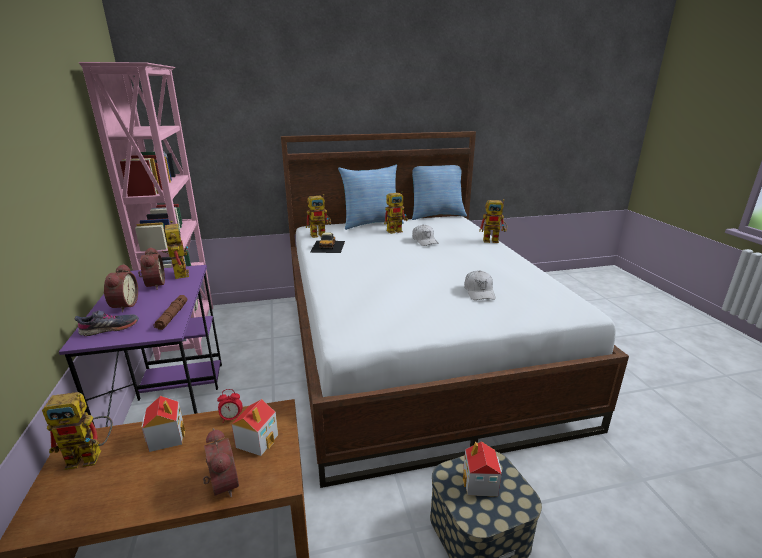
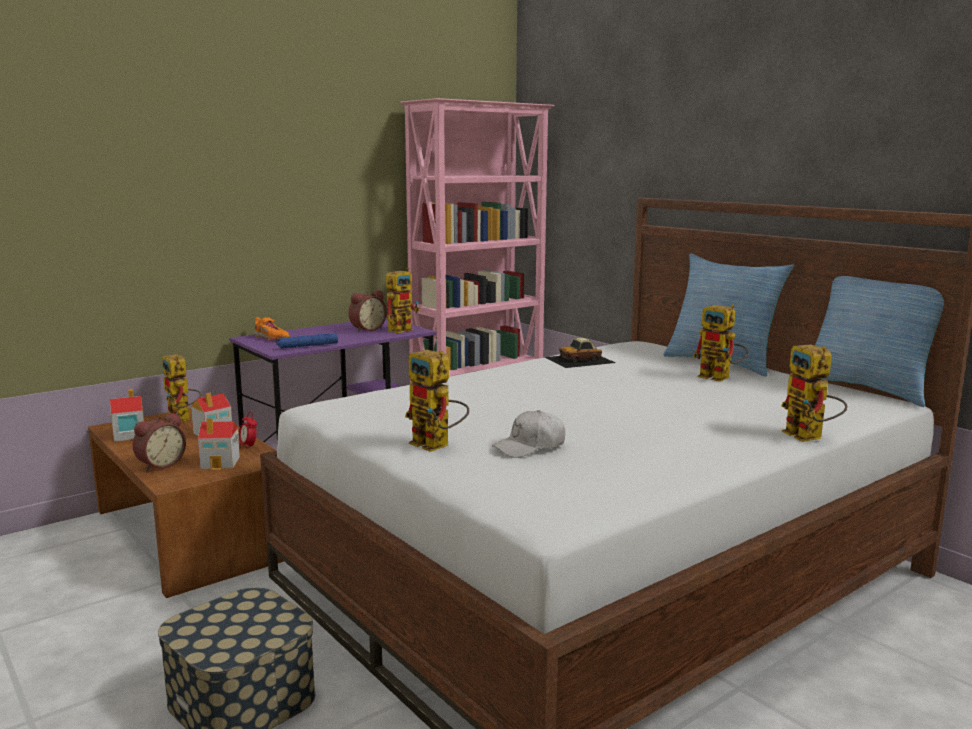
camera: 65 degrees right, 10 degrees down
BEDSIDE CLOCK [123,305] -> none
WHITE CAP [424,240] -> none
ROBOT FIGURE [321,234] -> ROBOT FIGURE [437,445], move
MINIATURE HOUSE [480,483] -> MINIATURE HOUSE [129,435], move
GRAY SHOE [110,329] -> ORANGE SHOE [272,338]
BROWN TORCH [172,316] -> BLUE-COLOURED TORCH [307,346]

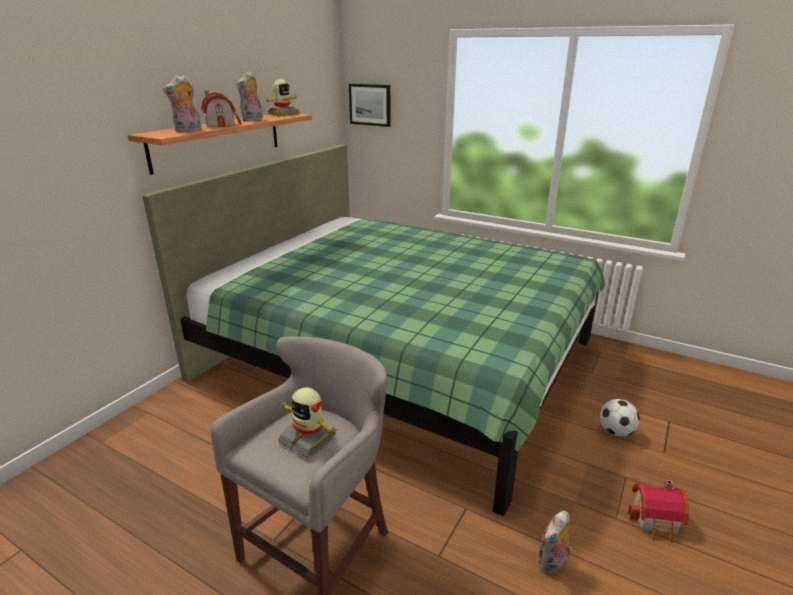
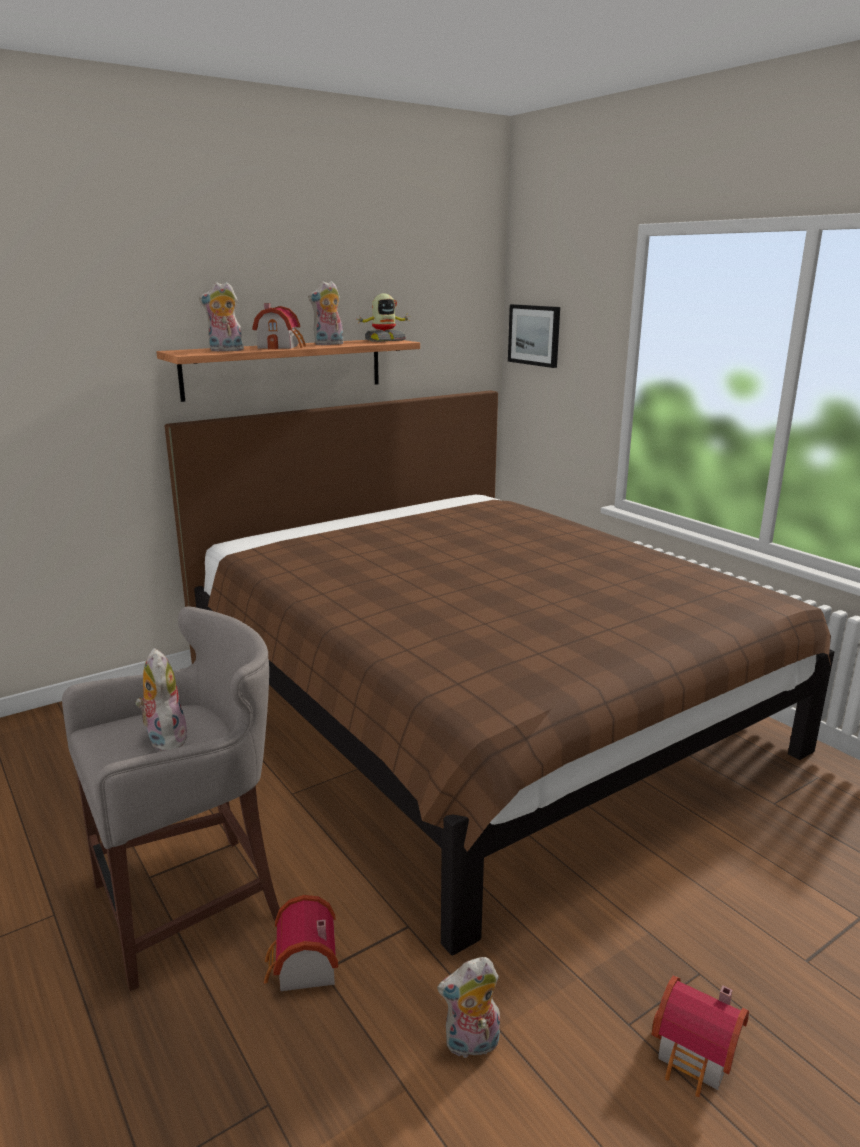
camera: 25 degrees right, 5 degrees down
BALL FOR FOOTBALL [616,432] -> none
none -> MINIATURE HOUSE [302,968]
ROBOT FIGURE [308,439] -> SOFT TOY [164,738]
GREEN-COLOURED BED [400,359] -> BROWN BED [475,709]

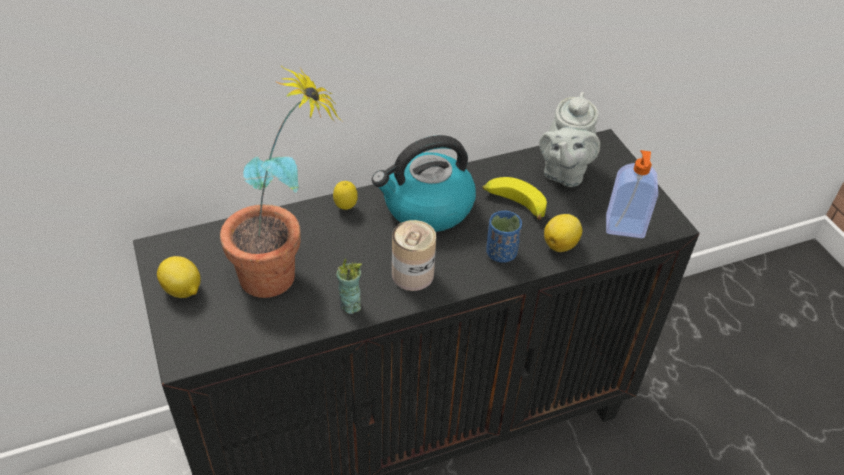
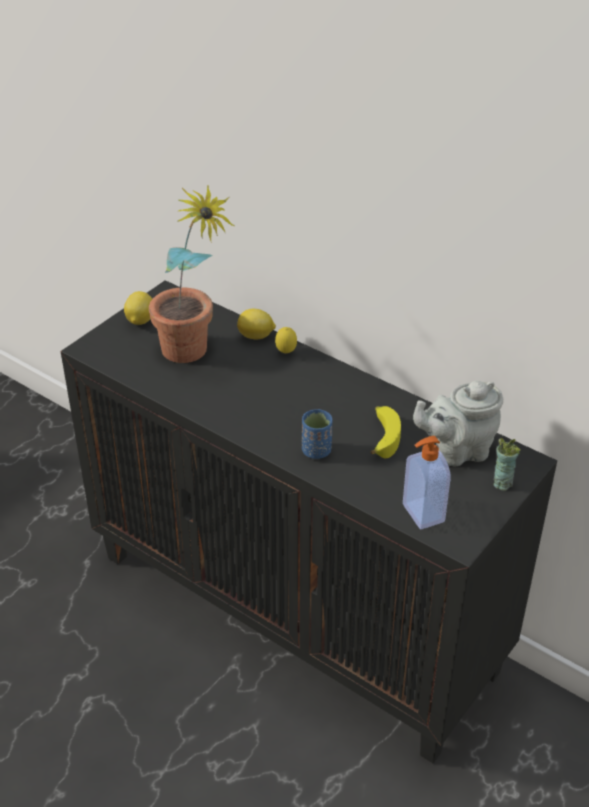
camera: 60 degrees right, 5 degrees down
WATER KETTLE [426,208] -> none
SEALED CAN [412,274] -> none
SMALL CUP [350,305] -> SMALL CUP [502,483], move
CITRUS FRUIT [561,244] -> CITRUS FRUIT [256,336], move

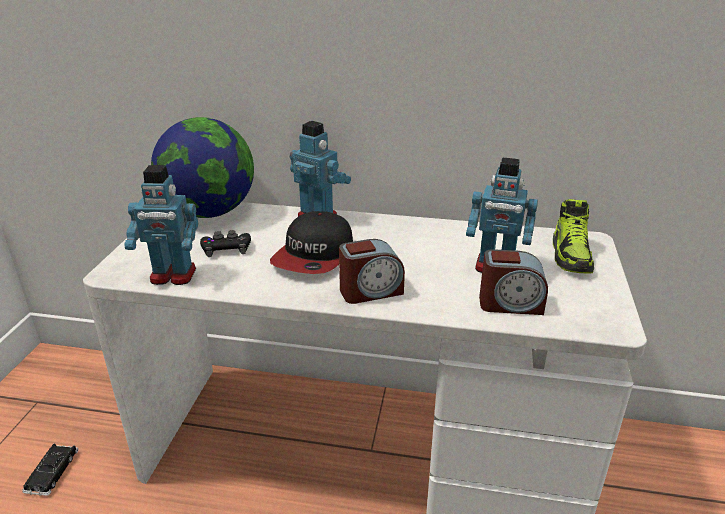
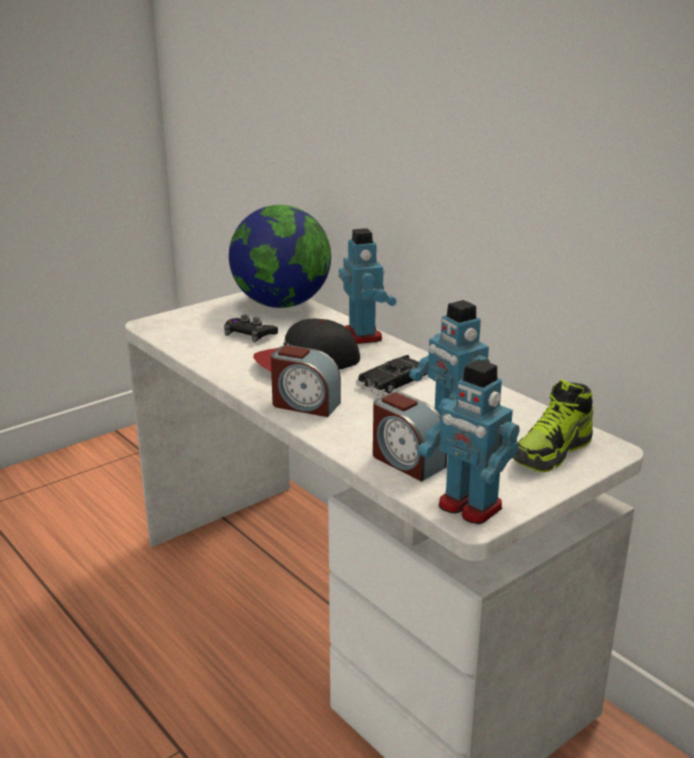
camera: 40 degrees right, 5 degrees down
BLACK-COLOURED TOY CAR [52,472] -> BLACK-COLOURED TOY CAR [394,381], move
ROBOT FIGURE [173,276] -> ROBOT FIGURE [469,507], move

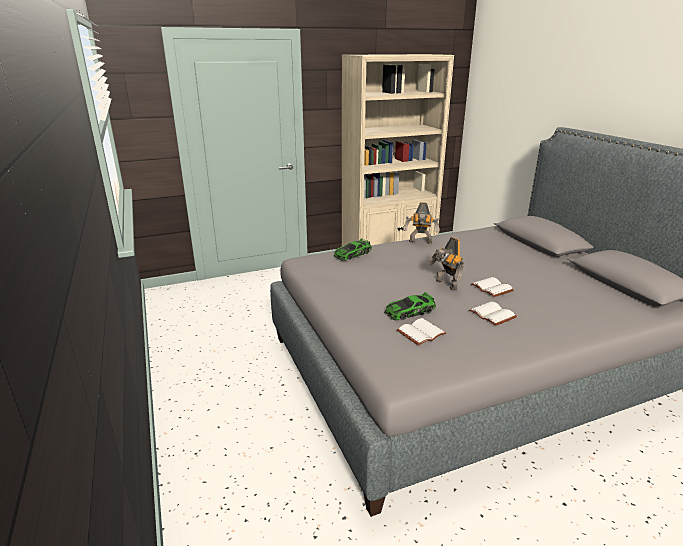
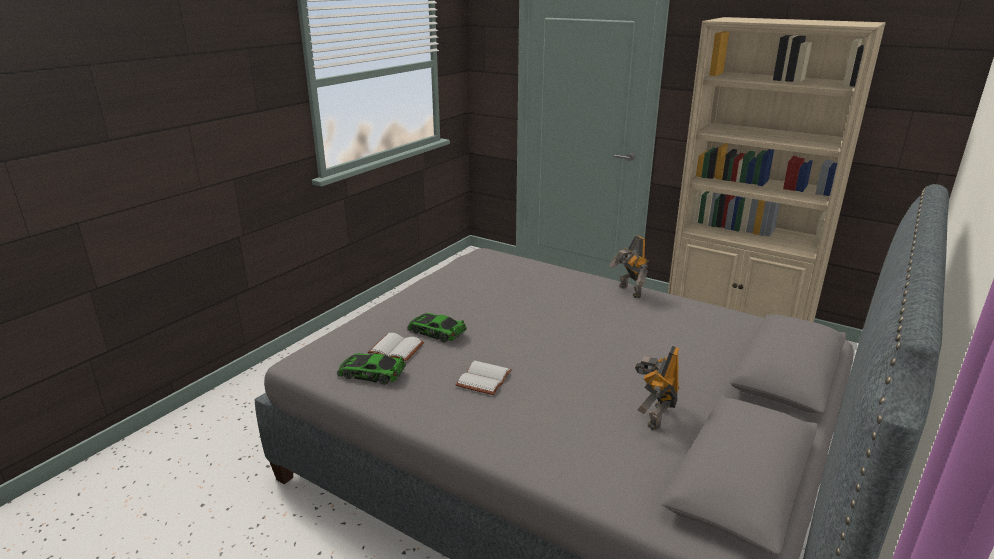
camera: 55 degrees right, 0 degrees up
WHITE BOUND BOOK [490,288] -> none
TOY CAR [352,254] -> TOY CAR [371,373], move
ROBOT FIGURE [445,285] -> ROBOT FIGURE [654,416], move

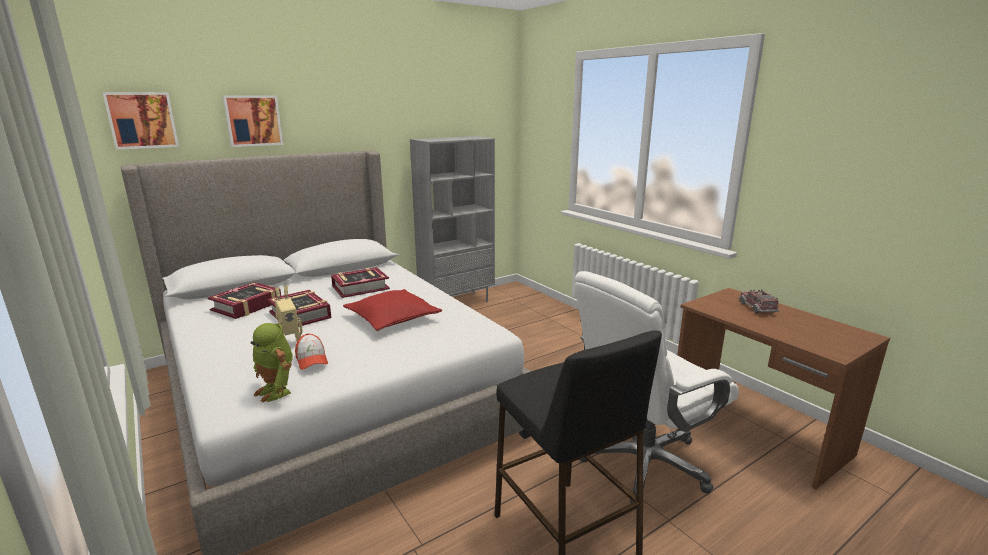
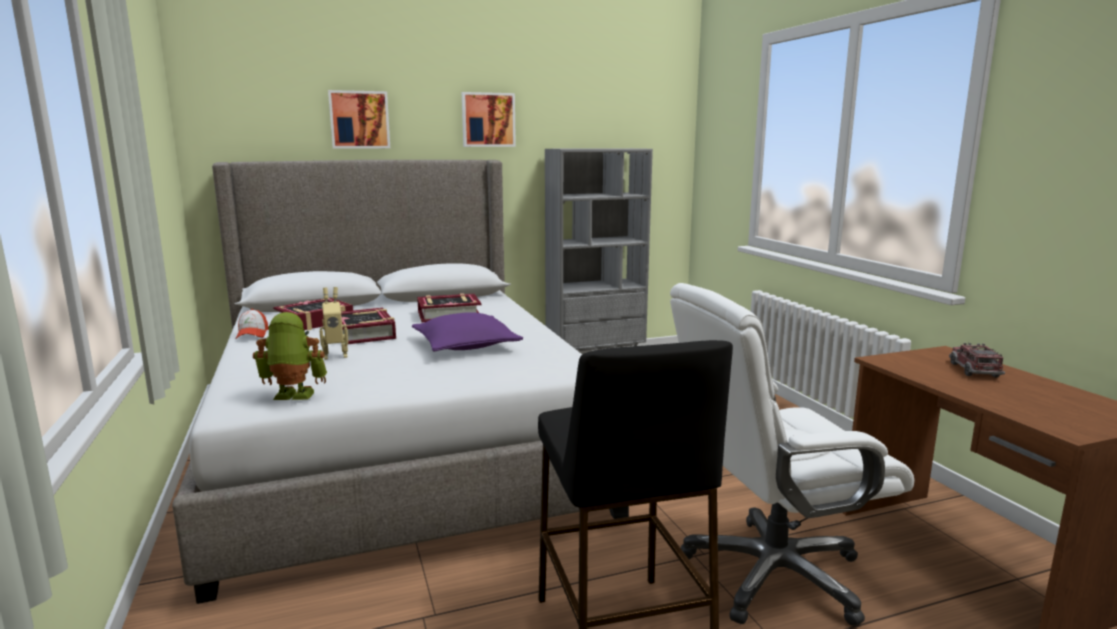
camera: 15 degrees right, 5 degrees down
WALL ART [142,120] -> WALL ART [488,120], move
CAP [311,360] -> CAP [252,334], move
REDDISH THROW PILLOW [393,318] -> PURPLE THROW PILLOW [466,346]
ROBOT FIGURE [277,391] -> ROBOT FIGURE [292,396], 120 degrees clockwise

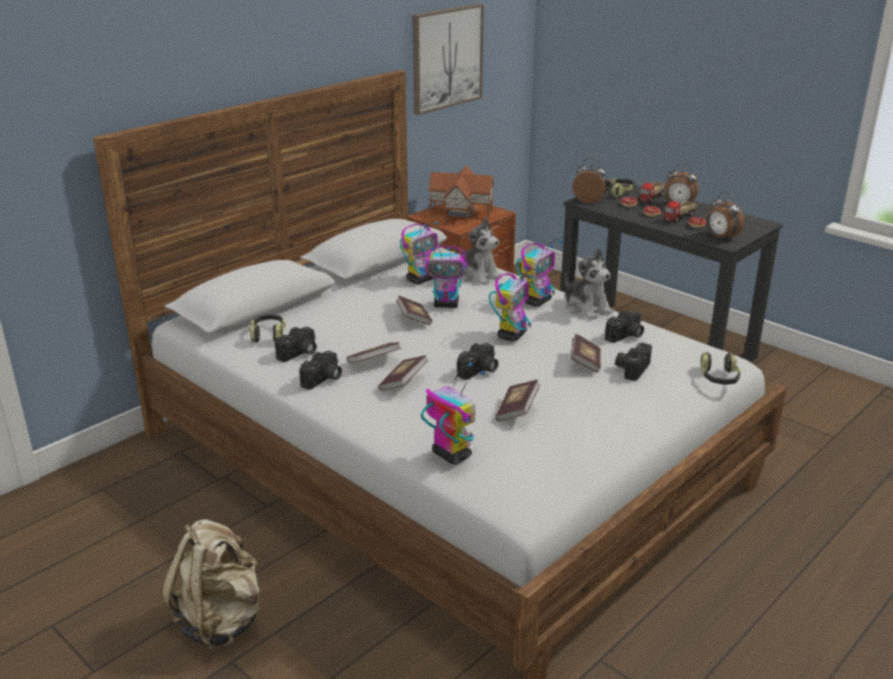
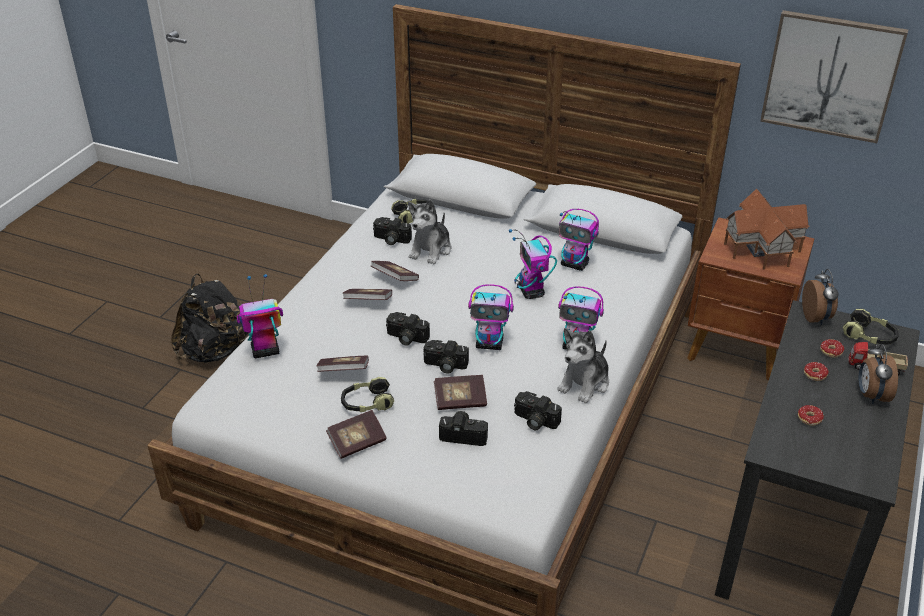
camera: 70 degrees right, 10 degrees up
MODEL TRUCK [679,218] -> none
BEDSIDE CLOCK [721,237] -> none
PHOTO CAMERA [323,380] -> PHOTO CAMERA [444,365], move
BOUND BOOK [414,319] -> BOUND BOOK [357,442], move
SOFT TOY [477,275] -> SOFT TOY [431,250], move
HEADPHONES [719,378] -> HEADPHONES [367,403], move
BEIGE KNAPSACK [221,621] -> BLACK-COLOURED KNAPSACK [215,351]
ROBOT FIGURE [451,455] -> ROBOT FIGURE [264,351], 135 degrees counterclockwise

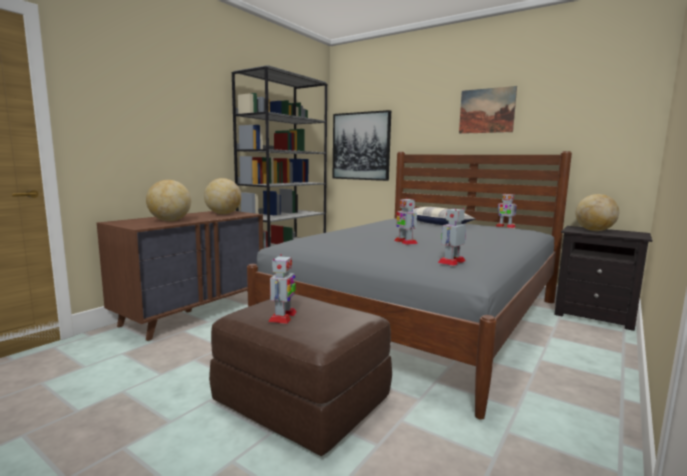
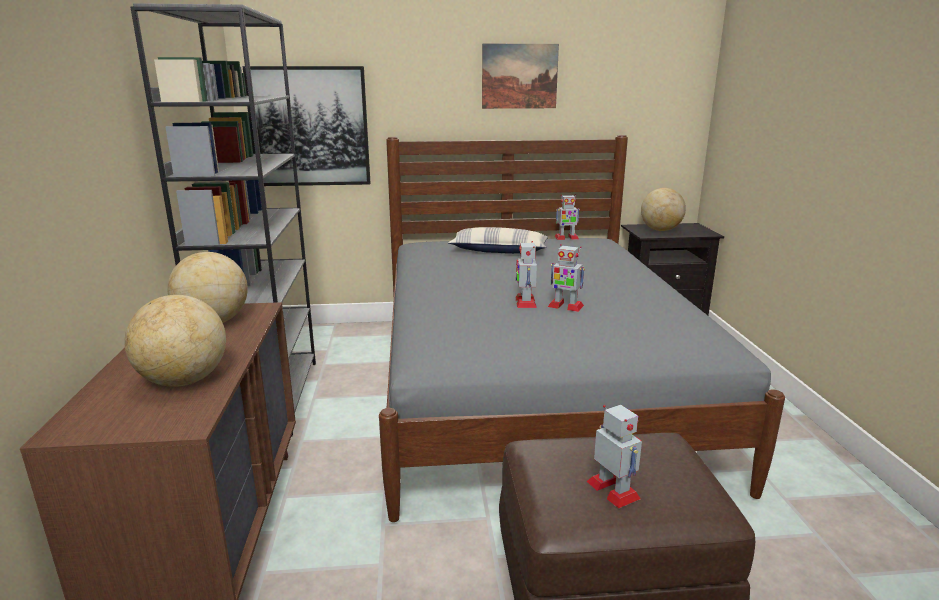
camera: 40 degrees left, 10 degrees up
ROBOT FIGURE [451,261] -> ROBOT FIGURE [525,302], move

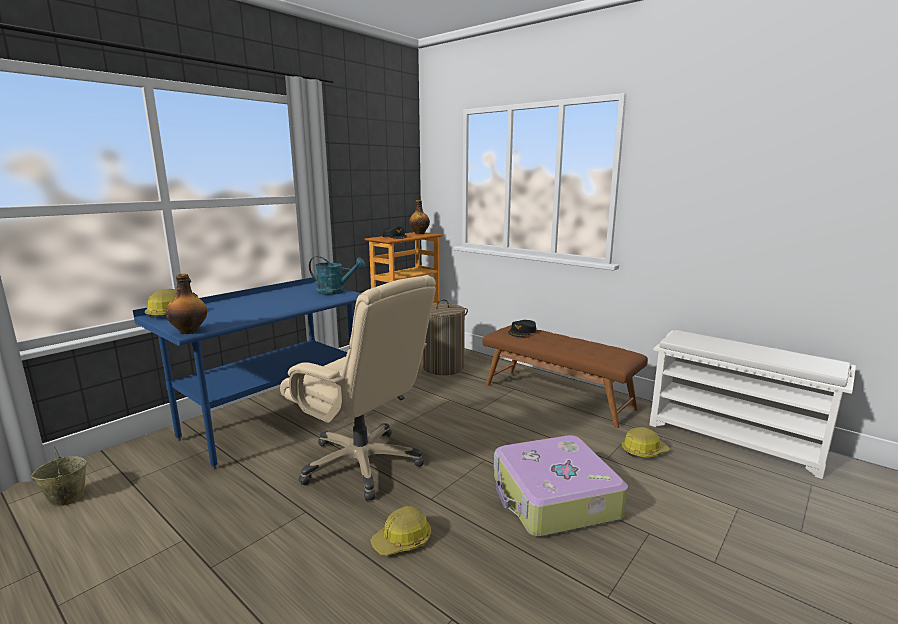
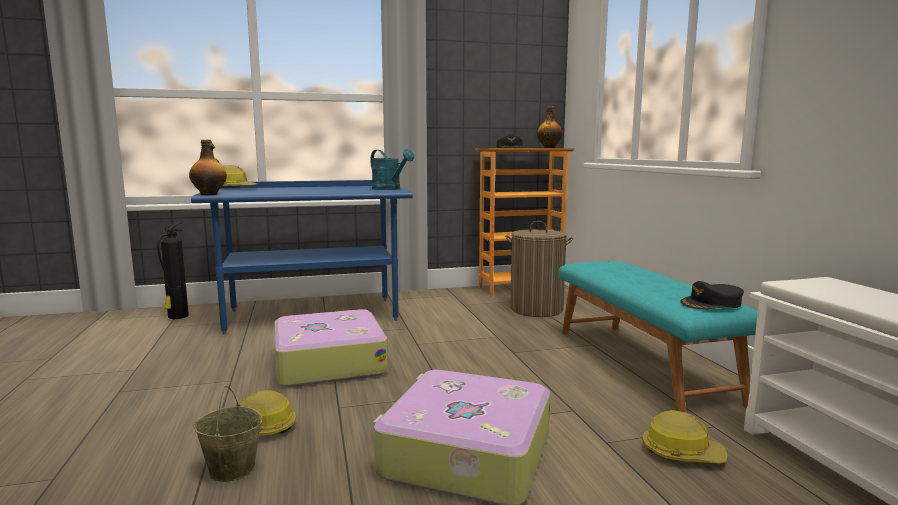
camera: 35 degrees right, 5 degrees down
none -> FIRE-FIGHTING CYLINDER [177,317]
BEIGE PAIL [66,498] -> BEIGE PAIL [231,469], move
BLACK-COLOURED CAP [522,332] -> BLACK-COLOURED CAP [711,303], move
BEIGE COMPUTER CHAIR [362,464] -> SUITCASE [328,362]
BROWN INDOOR BENCH [558,396] -> BLUE-GREEN INDOOR BENCH [642,364]

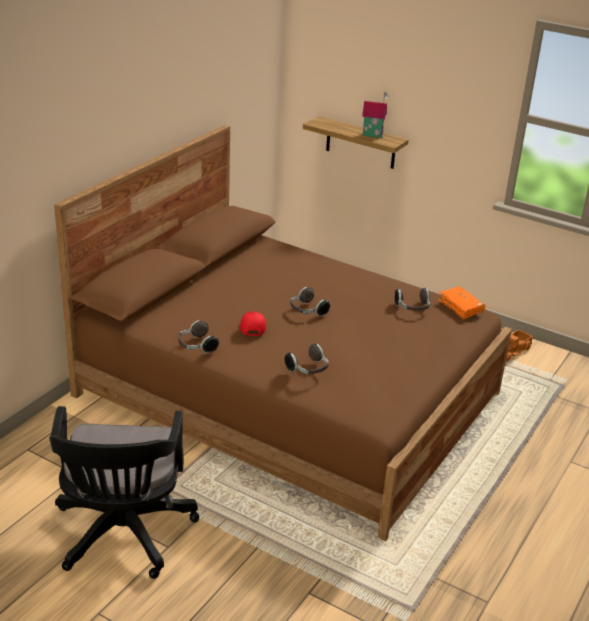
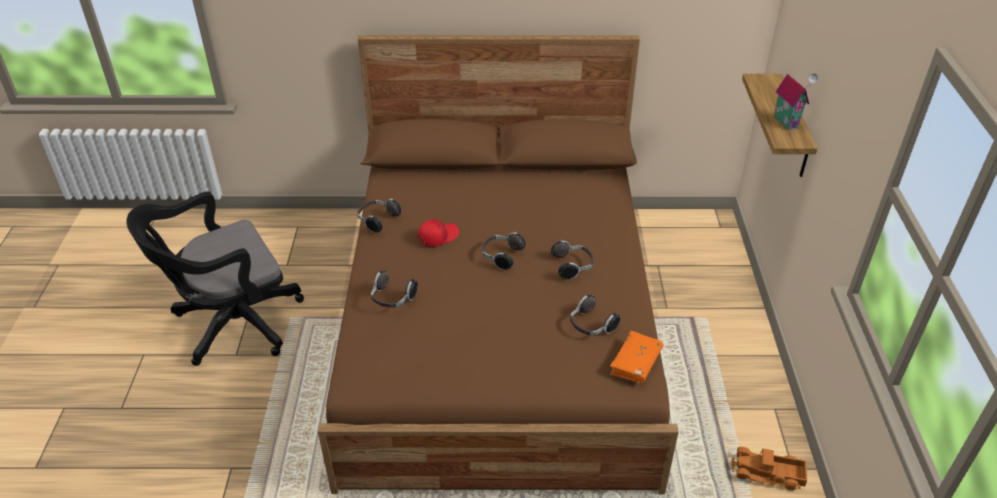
camera: 60 degrees right, 10 degrees up
none -> HEADPHONES [573,266]

